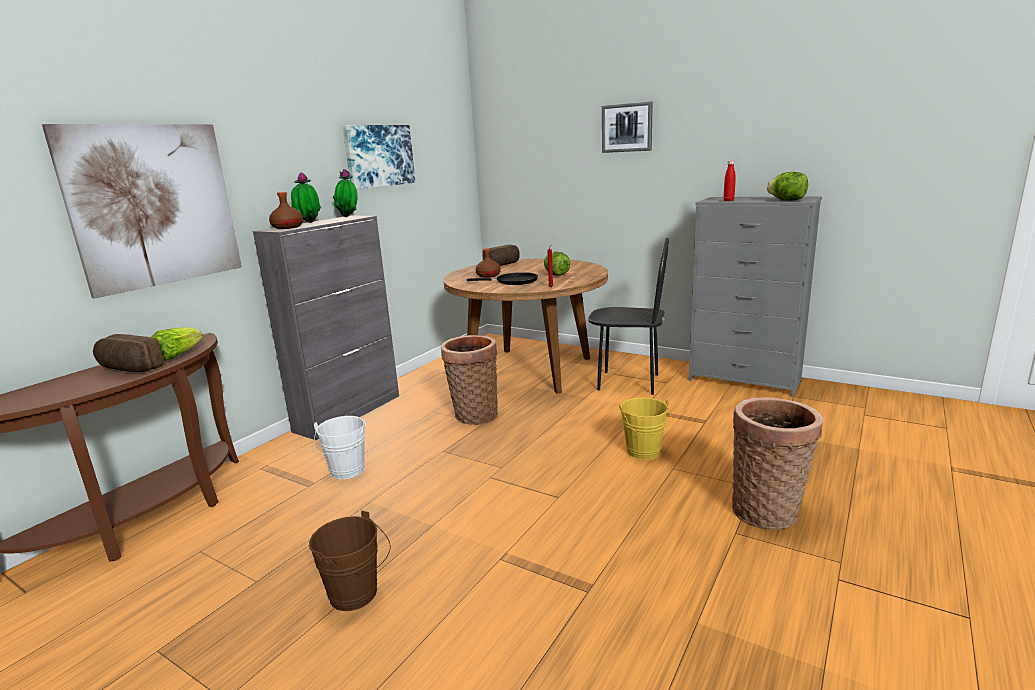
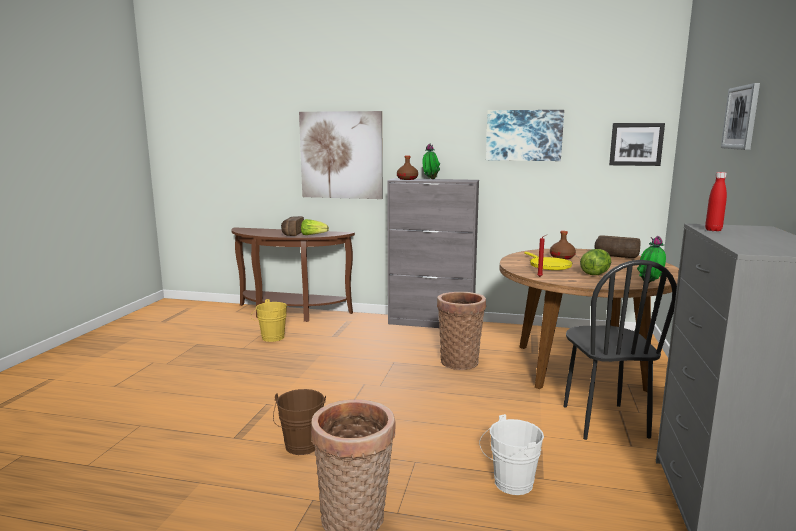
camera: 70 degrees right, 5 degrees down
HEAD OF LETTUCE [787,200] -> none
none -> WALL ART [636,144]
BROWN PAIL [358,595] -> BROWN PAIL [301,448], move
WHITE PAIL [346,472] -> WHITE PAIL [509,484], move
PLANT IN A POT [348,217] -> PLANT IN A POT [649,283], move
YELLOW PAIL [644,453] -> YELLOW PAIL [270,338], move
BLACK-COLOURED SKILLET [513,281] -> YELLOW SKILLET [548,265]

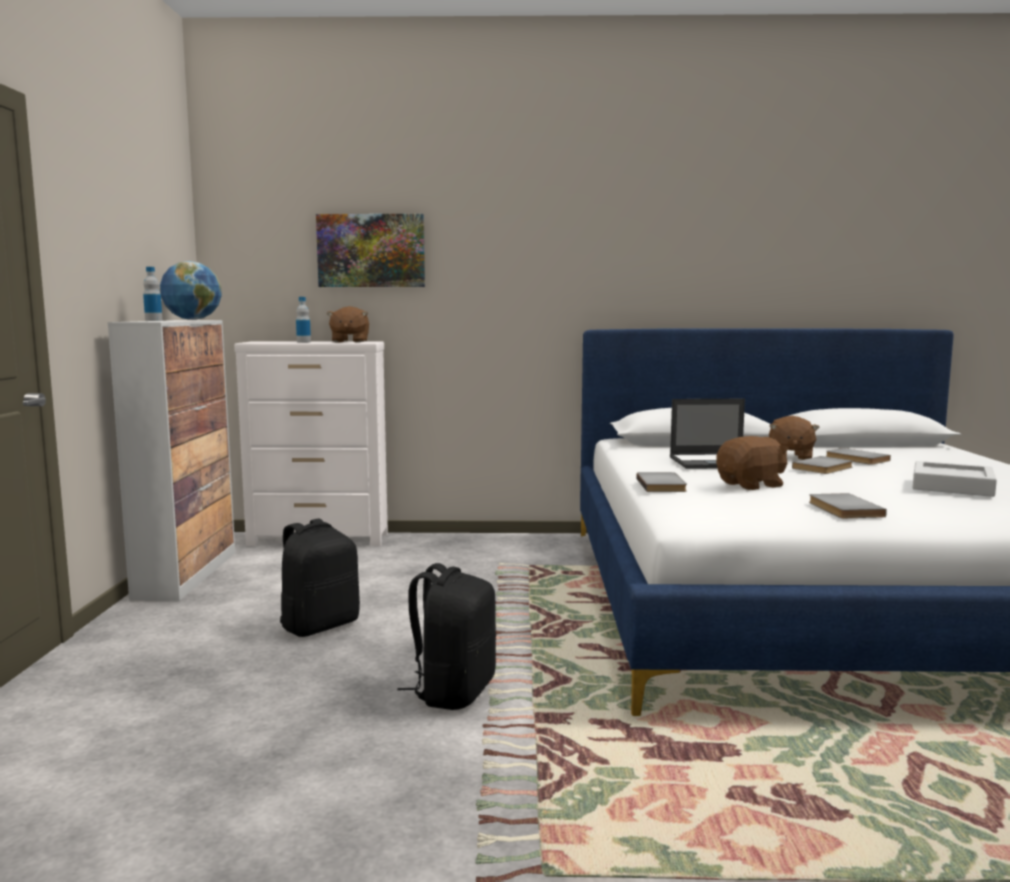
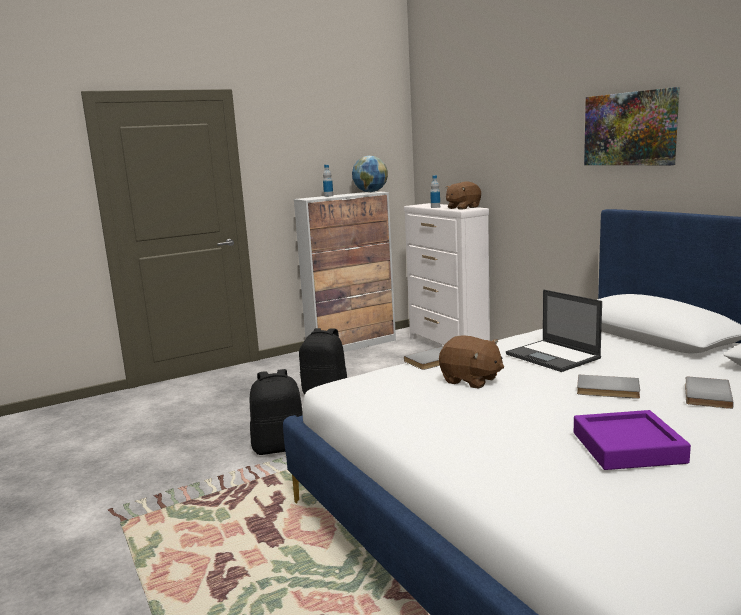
camera: 60 degrees right, 5 degrees up
BROWN SOFT TOY [790,457] -> none
GRAY BOUND BOOK [842,509] -> none
WALL ART [371,251] -> WALL ART [630,129], move
GRAY CARRYING TRAY [952,486] -> PURPLE CARRYING TRAY [628,447]

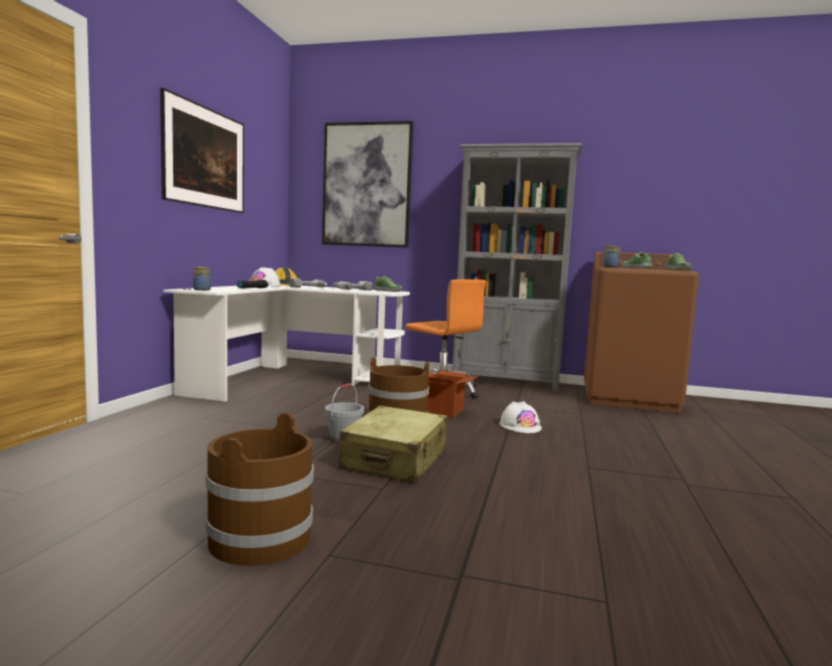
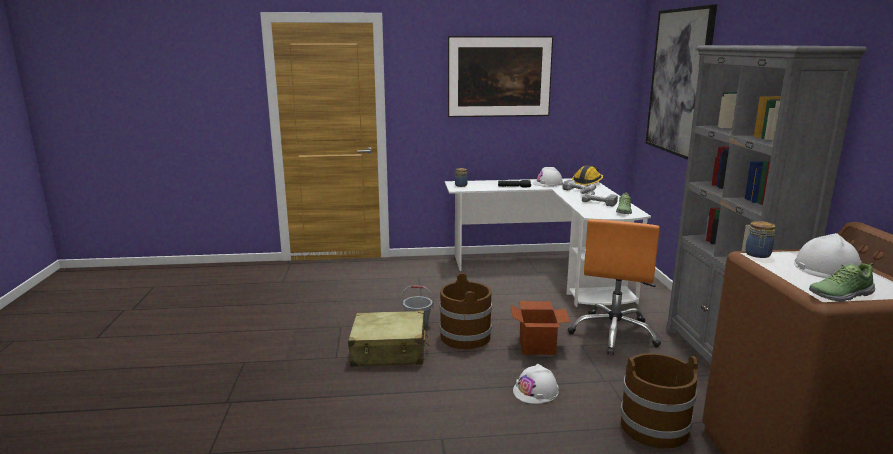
camera: 70 degrees right, 10 degrees up
BROWN PAIL [260,538] -> BROWN PAIL [654,427], move
SHOE [636,268] -> WHITE HARD HAT [827,268]

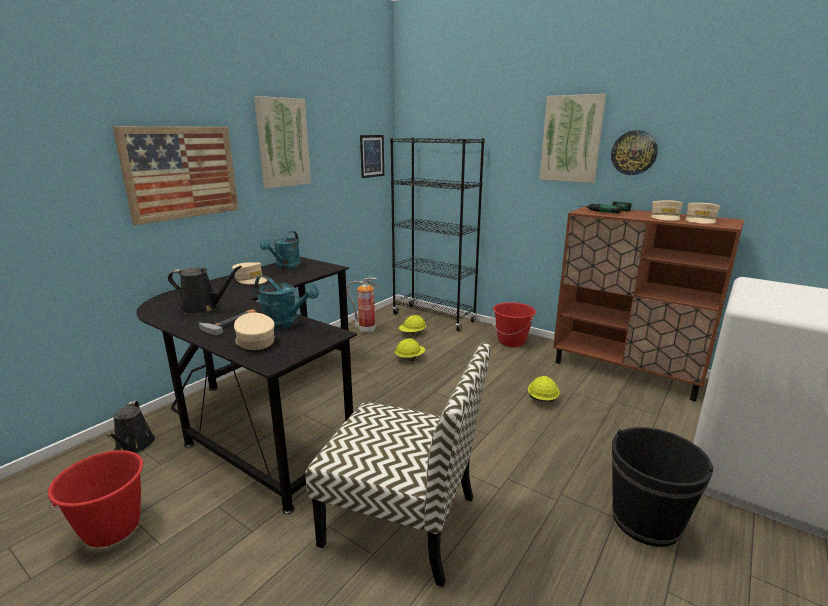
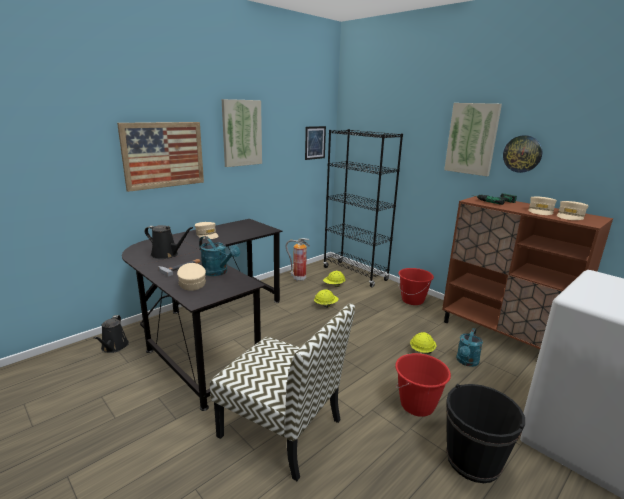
camera: 10 degrees right, 0 degrees up
REDDISH PAIL [112,528] -> REDDISH PAIL [417,405], move
BLUE-GREEN WATERING CAN [285,267] -> BLUE-GREEN WATERING CAN [466,362], move

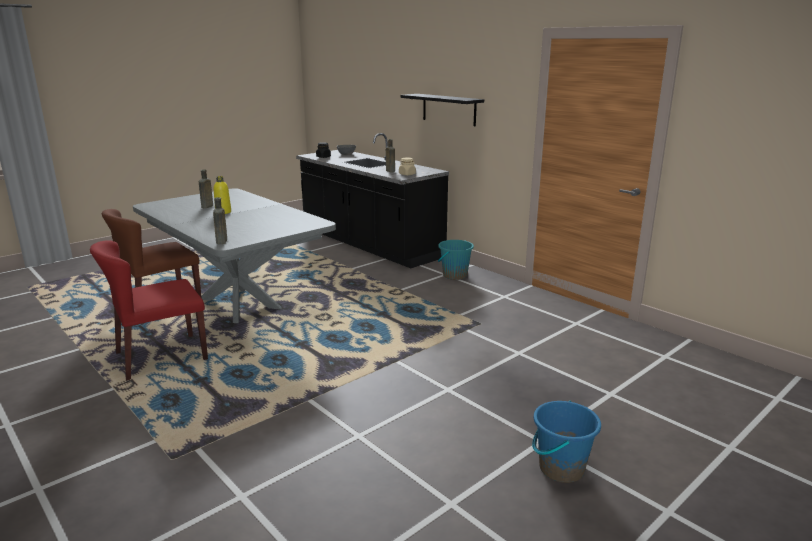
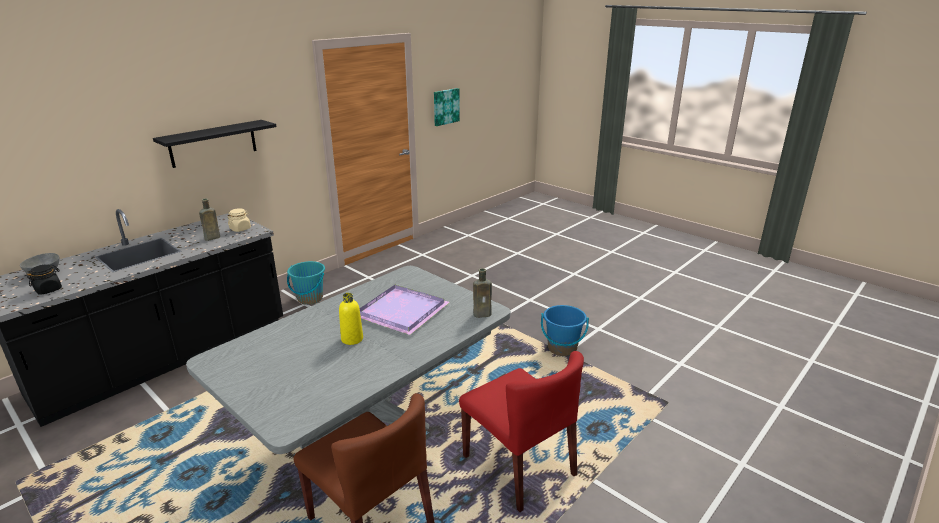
camera: 95 degrees left, 5 degrees up
BROWN BOTTLE [206,207] -> none
none -> PURPLE CARRYING TRAY [399,311]
none -> WALL ART [445,106]
BLUE-COLOURED PAIL [561,468] -> BLUE-COLOURED PAIL [562,348], move

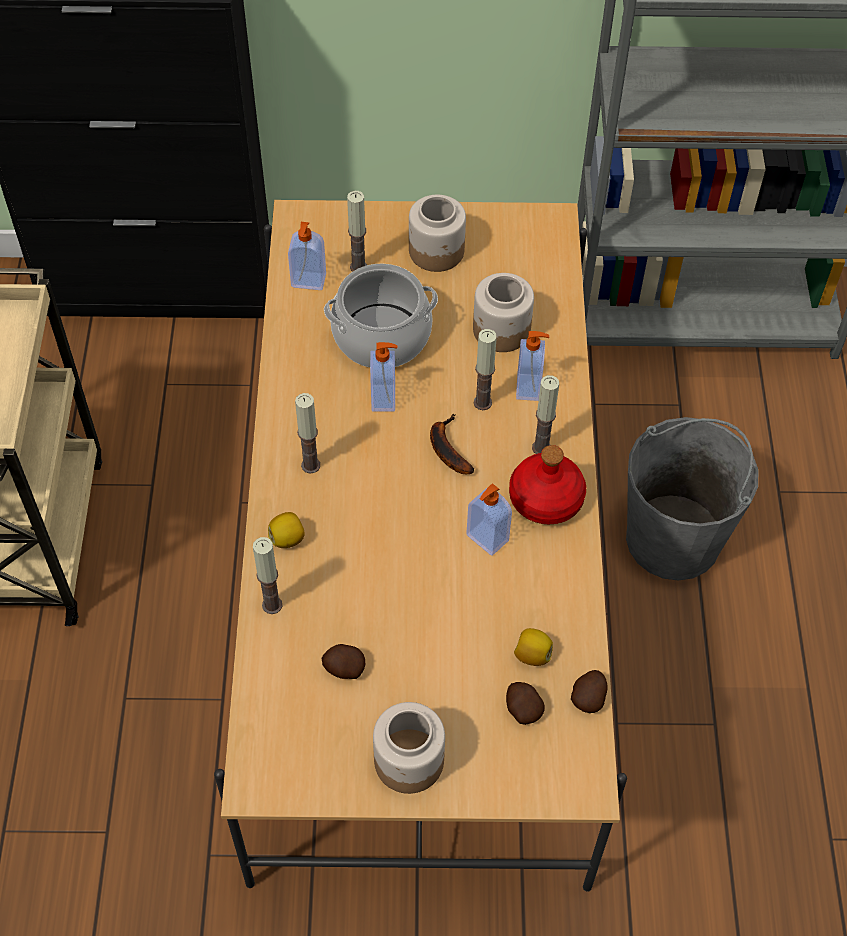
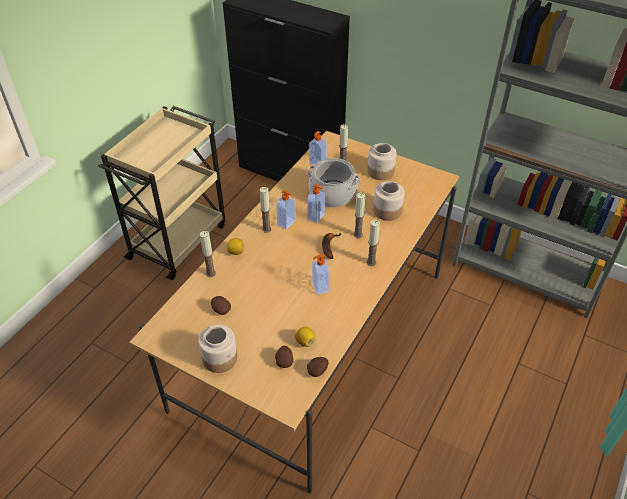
camera: 30 degrees right, 10 degrees down
REDDISH BOTTLE [545,499] -> none
GRAY PAIL [674,538] -> none
SOAP BOTTLE [529,387] -> SOAP BOTTLE [287,223], move

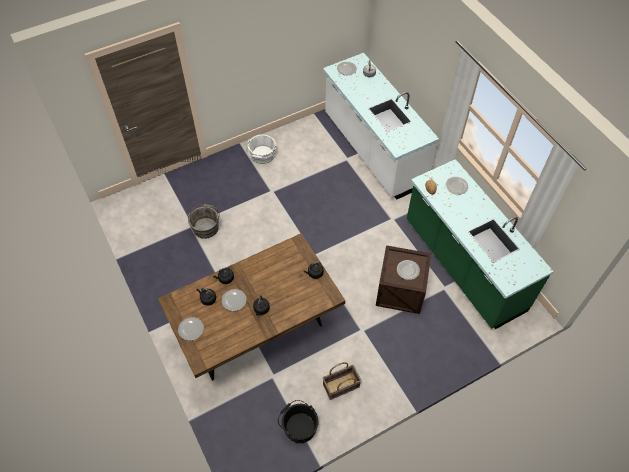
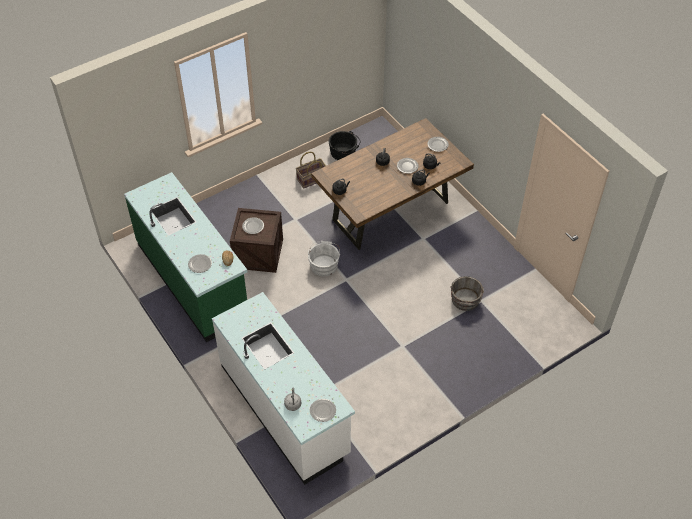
camera: 175 degrees right, 5 degrees down
WHITE PAIL [262,156] -> WHITE PAIL [324,264], move

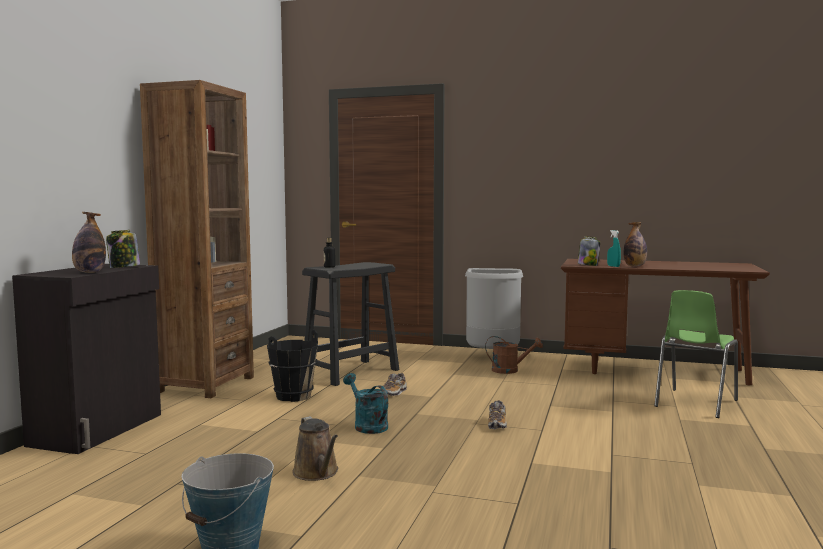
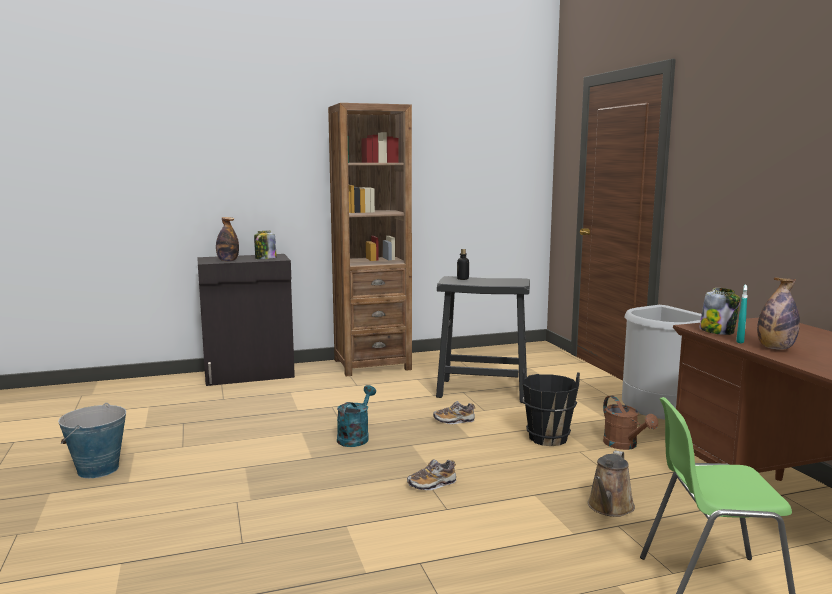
camera: 55 degrees right, 5 degrees up
BLACK-COLOURED PAIL [293,396] -> BLACK-COLOURED PAIL [547,438], move
BROWN WATERING CAN [317,473] -> BROWN WATERING CAN [609,507], move

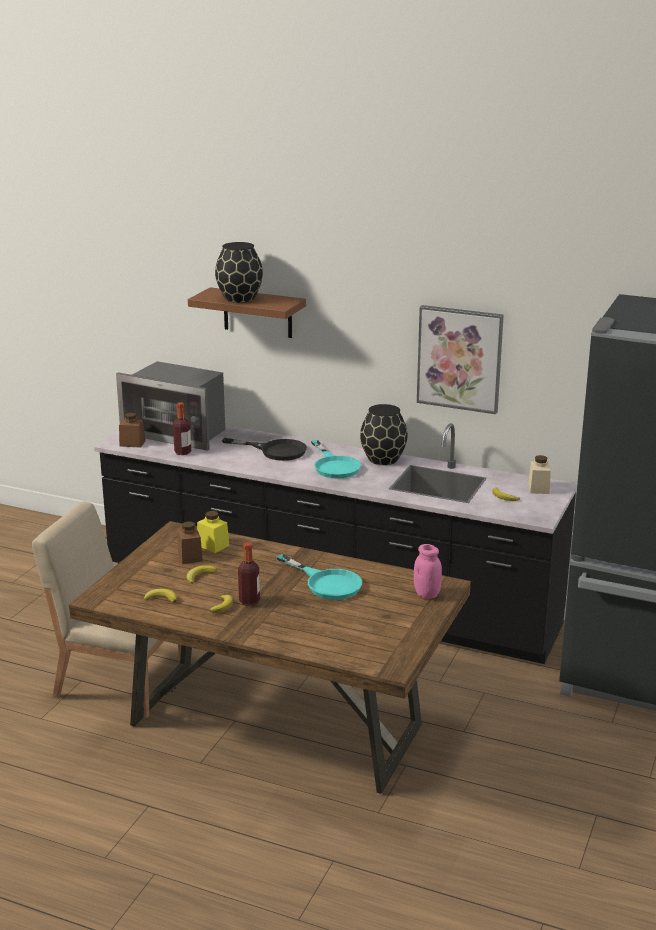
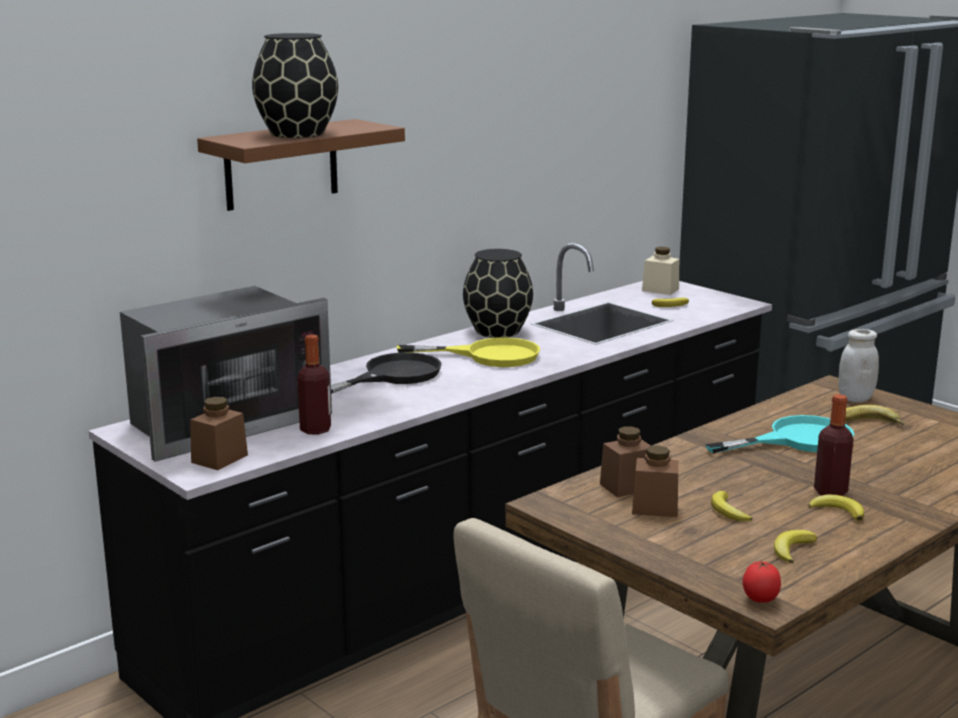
camera: 65 degrees left, 5 degrees down
WALL ART [459,358] -> none
none -> TOMATO [759,600]
none -> BANANA [868,424]
YELLOW JAR [213,545] -> BROWN JAR [627,486]
BLUE-GREEN SKILLET [334,465] -> YELLOW SKILLET [488,355]
PINK JAR [427,594] -> WHITE JAR [855,398]

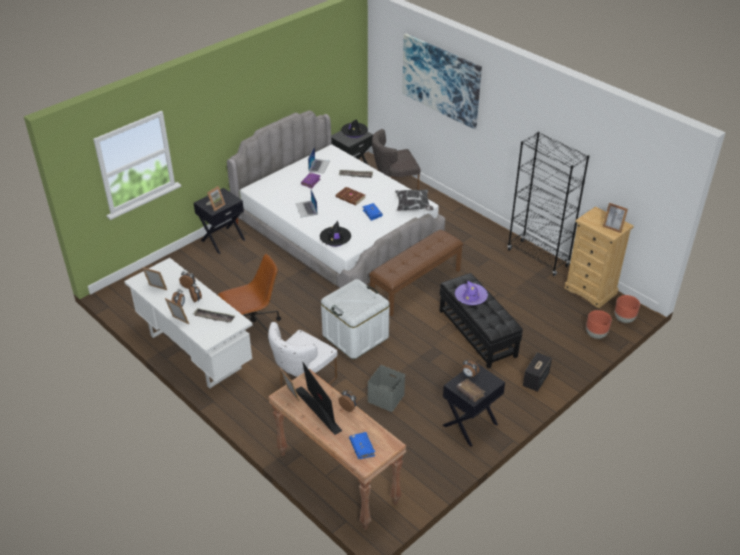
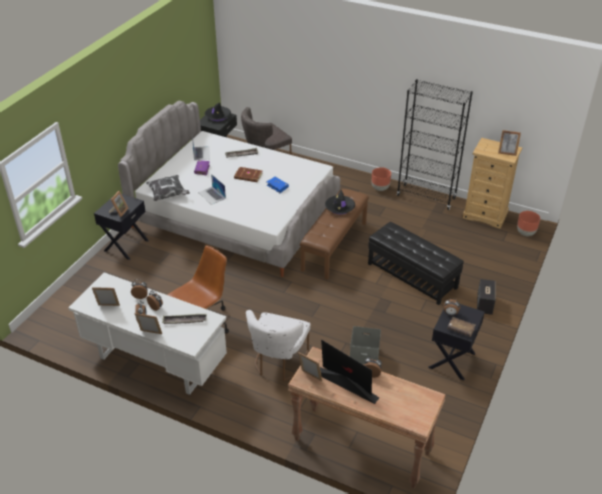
camera: 20 degrees left, 0 degrees up
WHITE STORAGE BIN [355,336] -> none
BLUE-COLOURED BOUND BOOK [362,448] -> none
WALL ART [441,80] -> none
PURPLE CLOTHING HAT [471,297] -> none
BLACK-COLOURED CLOTHING HAT [335,239] -> BLACK-COLOURED CLOTHING HAT [340,207], move
THROW PILLOW [413,207] -> THROW PILLOW [168,194], move
BROWN PLANT POT [596,335] -> BROWN PLANT POT [380,188], move

